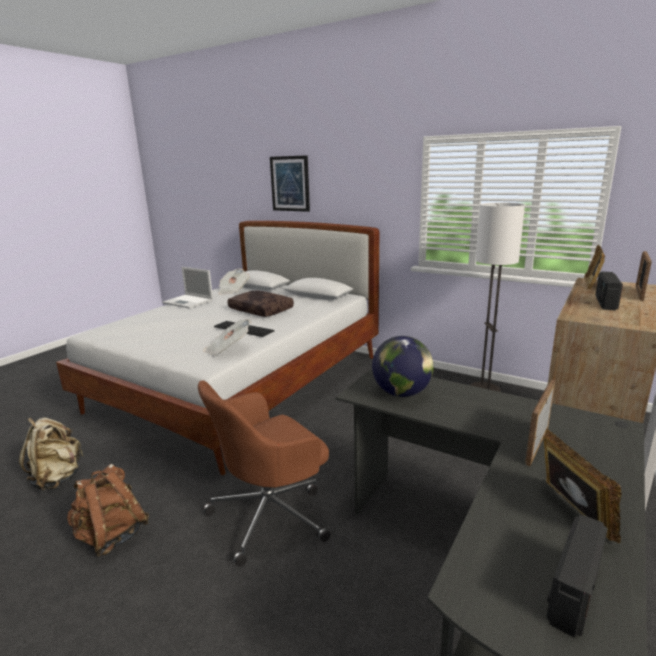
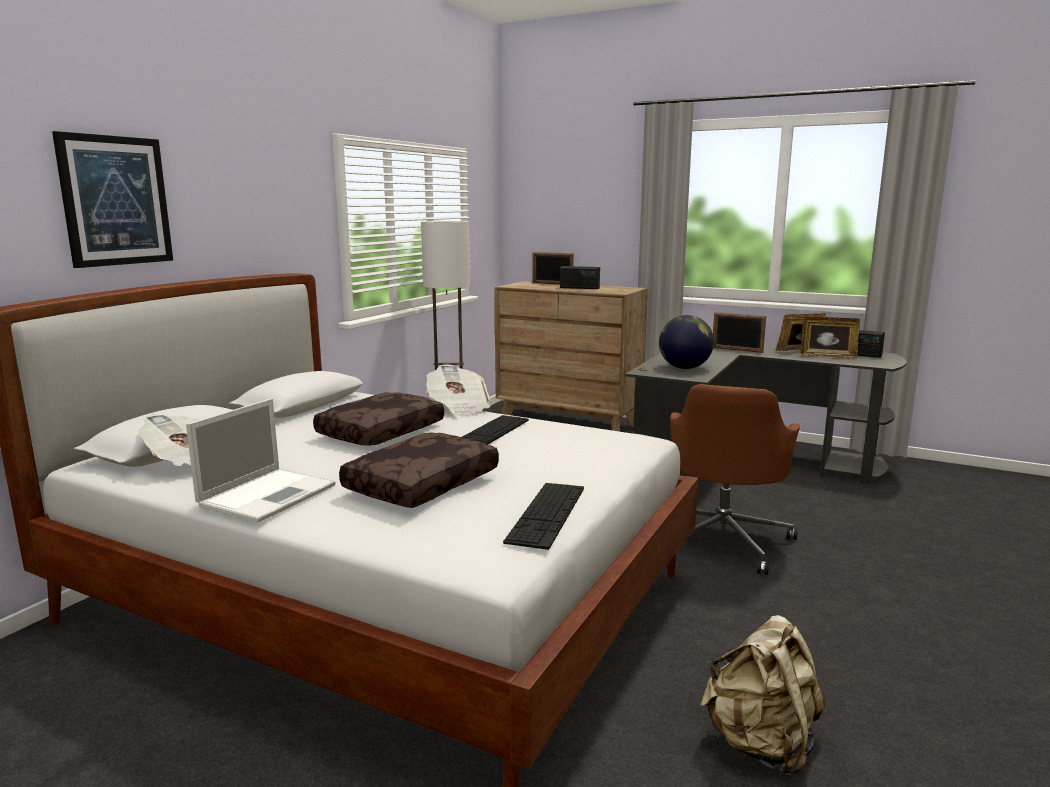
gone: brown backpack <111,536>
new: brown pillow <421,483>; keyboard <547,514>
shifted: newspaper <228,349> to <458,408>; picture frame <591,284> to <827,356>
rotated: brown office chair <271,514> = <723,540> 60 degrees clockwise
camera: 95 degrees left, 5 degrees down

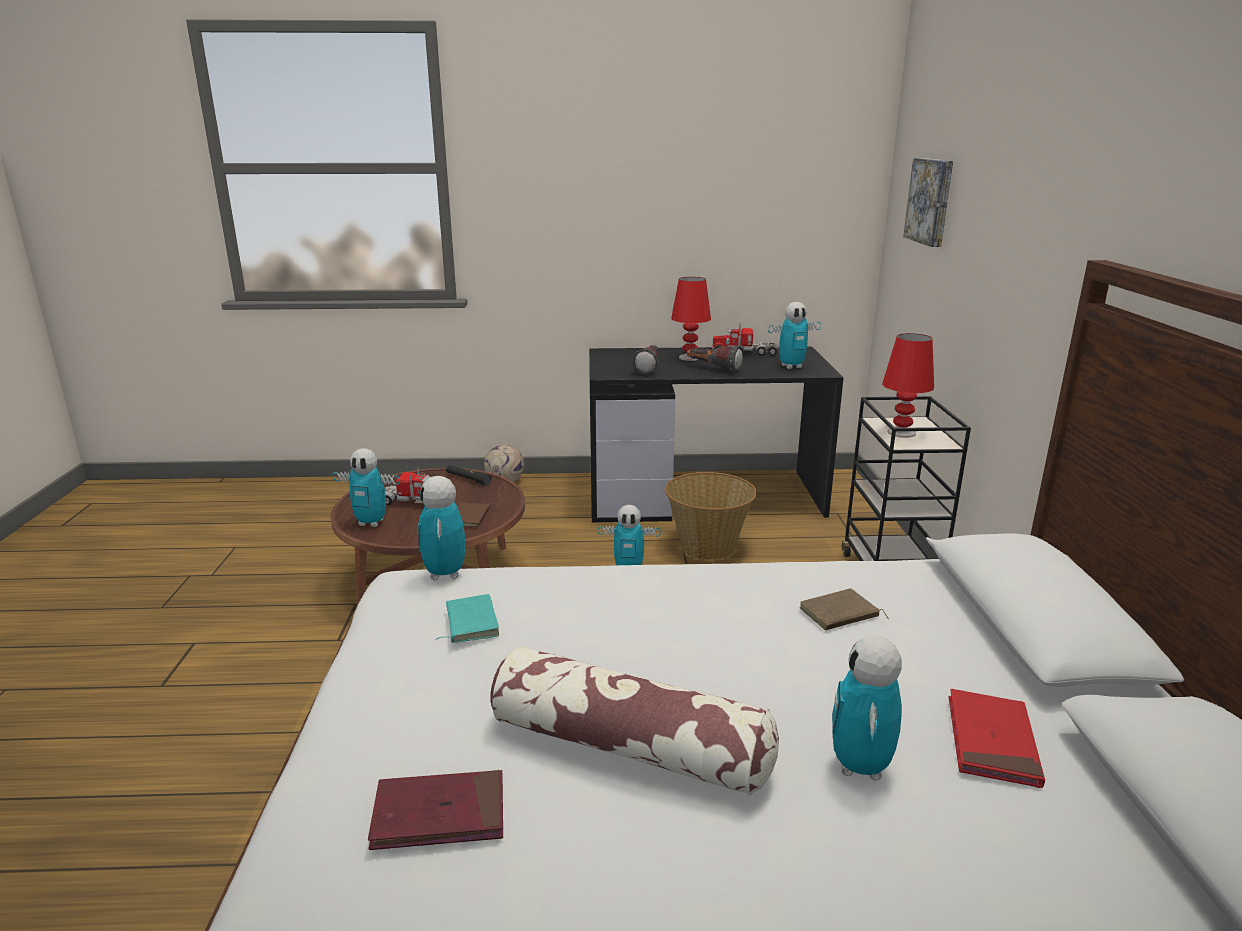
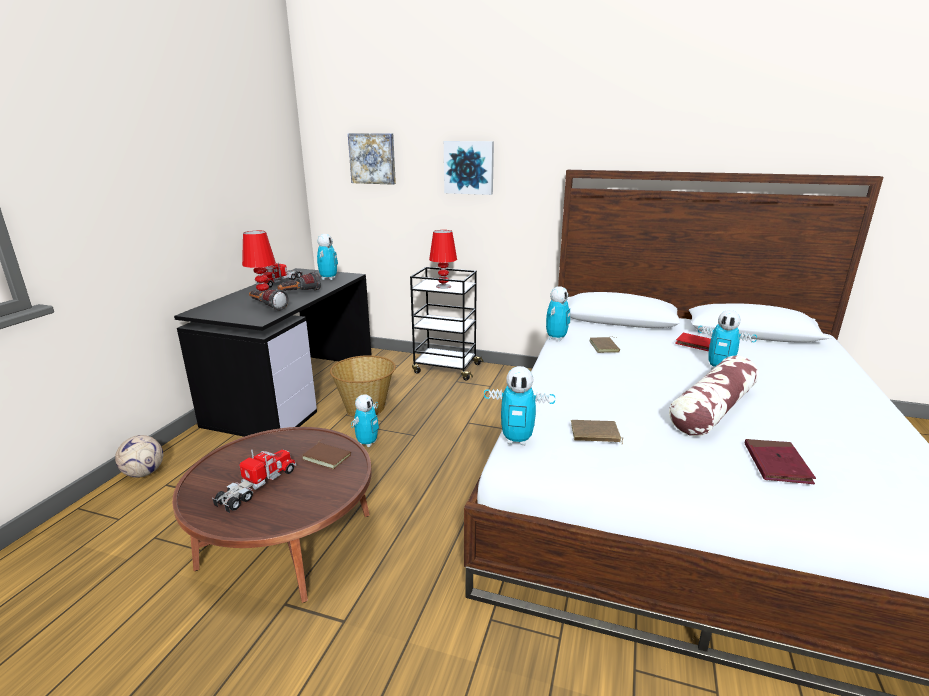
gone: black flashlight <468,479>
new: picture <469,167>
shifted: toy robot <371,523> to <556,338>
repainted: turquoise book <469,622> to brown book <595,434>
camera: 70 degrees left, 0 degrees up

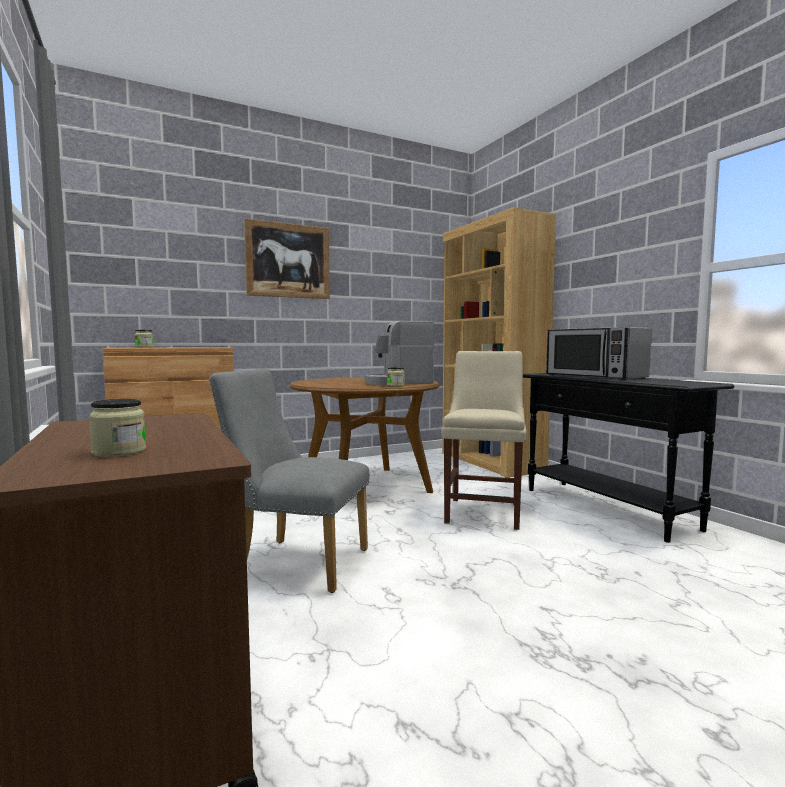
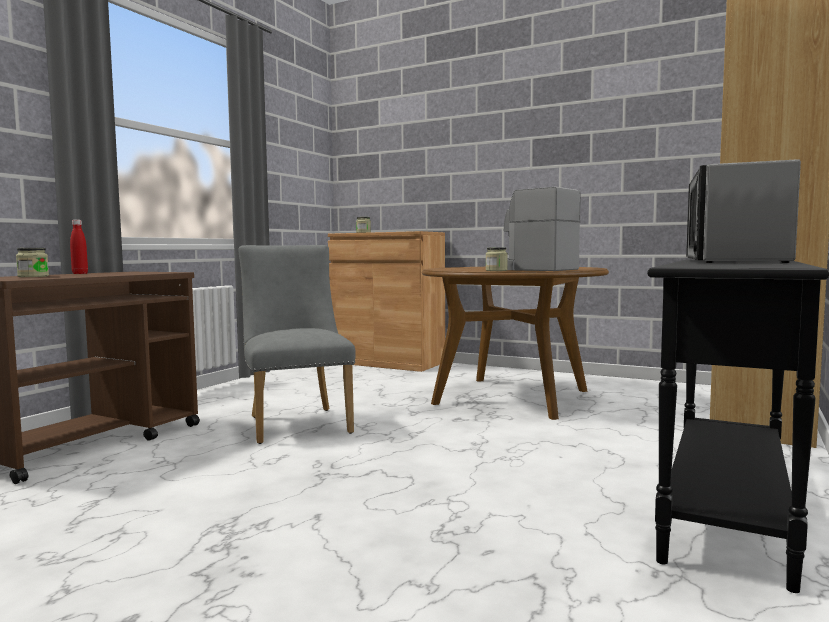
gone: picture <288,260>; beige chair <484,511>
new: red bottle <80,273>
camera: 55 degrees right, 0 degrees up

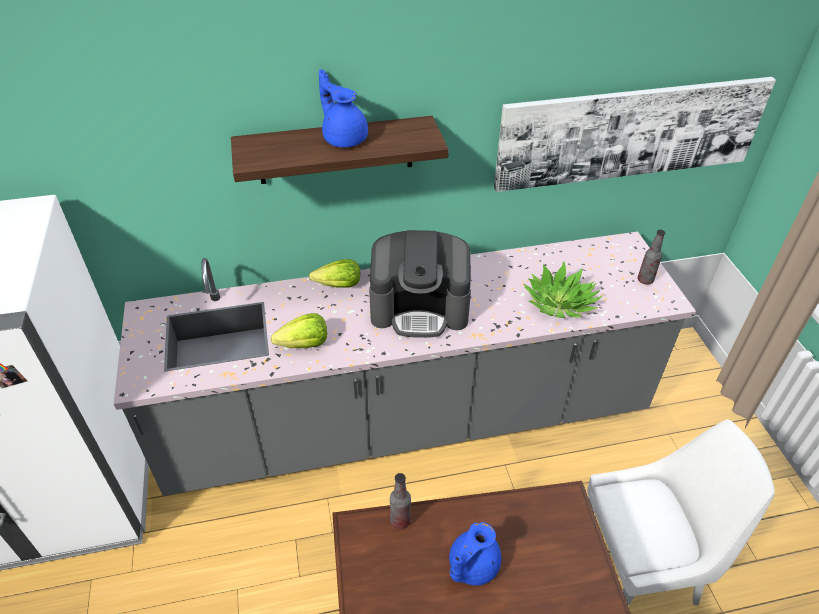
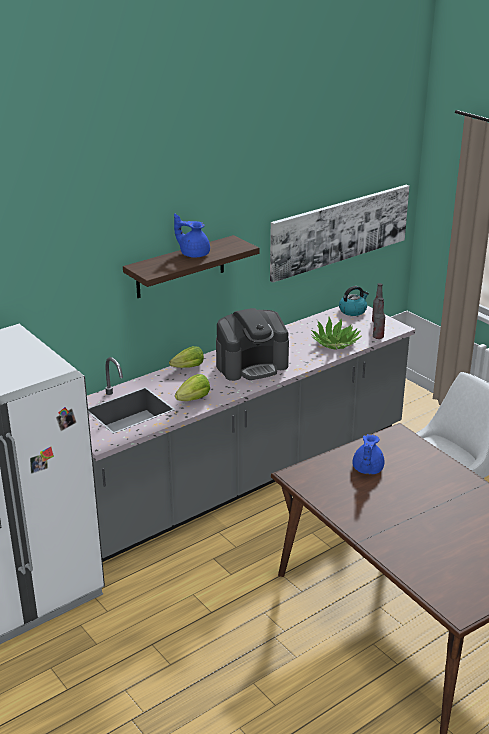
new: kettle <353,311>
shifted: bottle <400,520> to <378,337>
camera: 25 degrees left, 15 degrees down

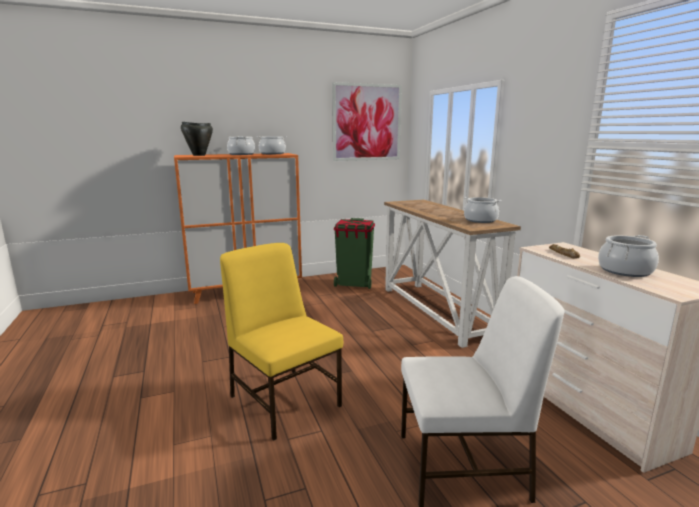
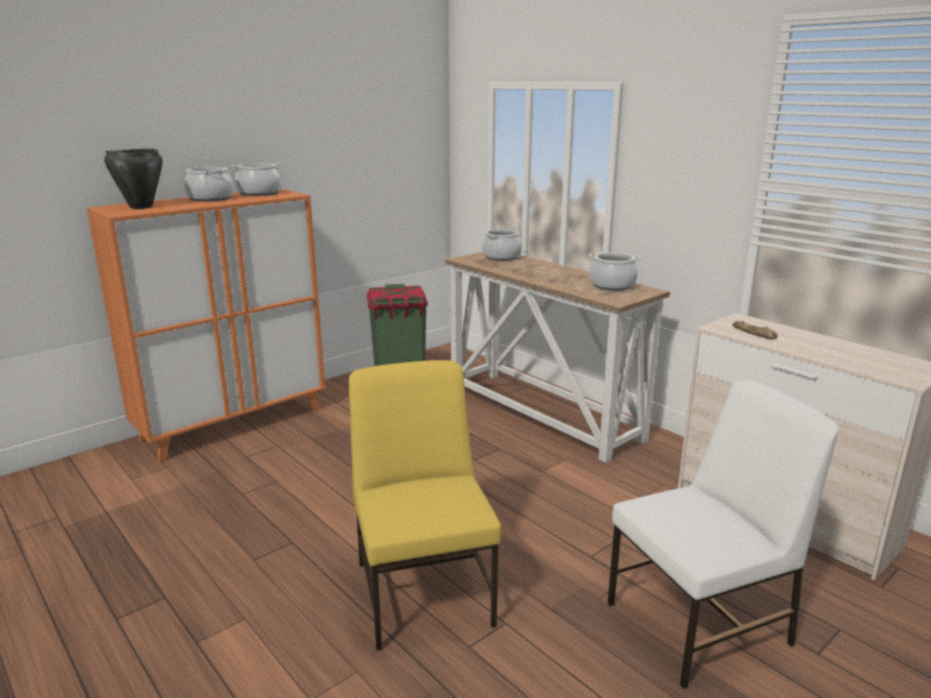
gone: picture <367,122>
shifted: cooking pot <624,270> to <501,257>
rotated: yellow chair <284,399> = <424,591> 45 degrees clockwise
camera: 20 degrees left, 5 degrees up

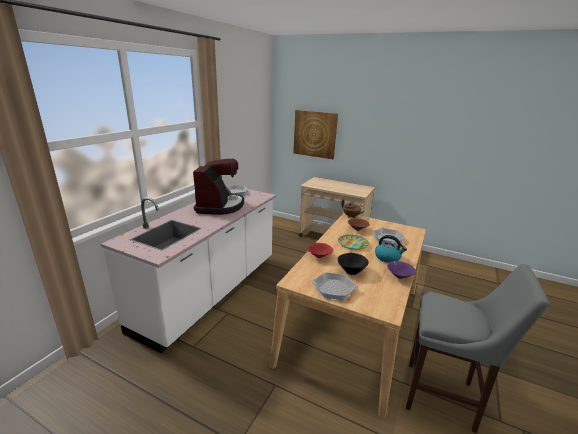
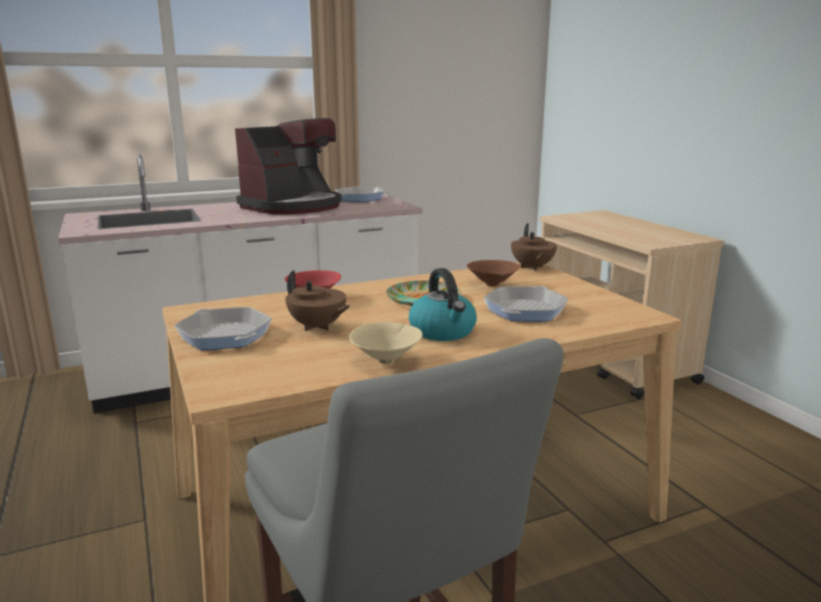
gone: picture <315,134>
swapped: black bowl <351,271> to brown teapot <317,327>
repainted: purple bowl <399,276> to beige bowl <387,359>
camera: 40 degrees right, 5 degrees down

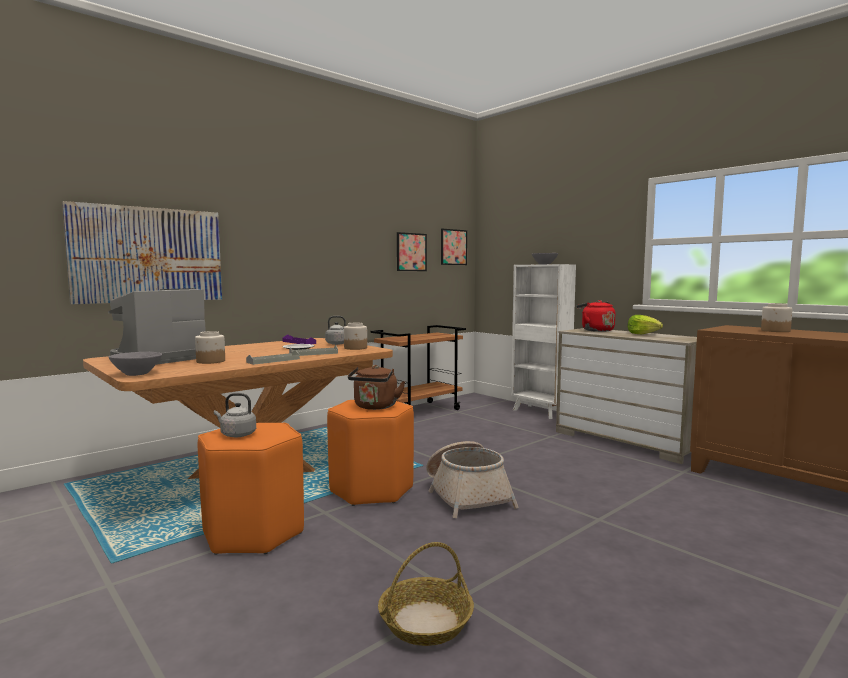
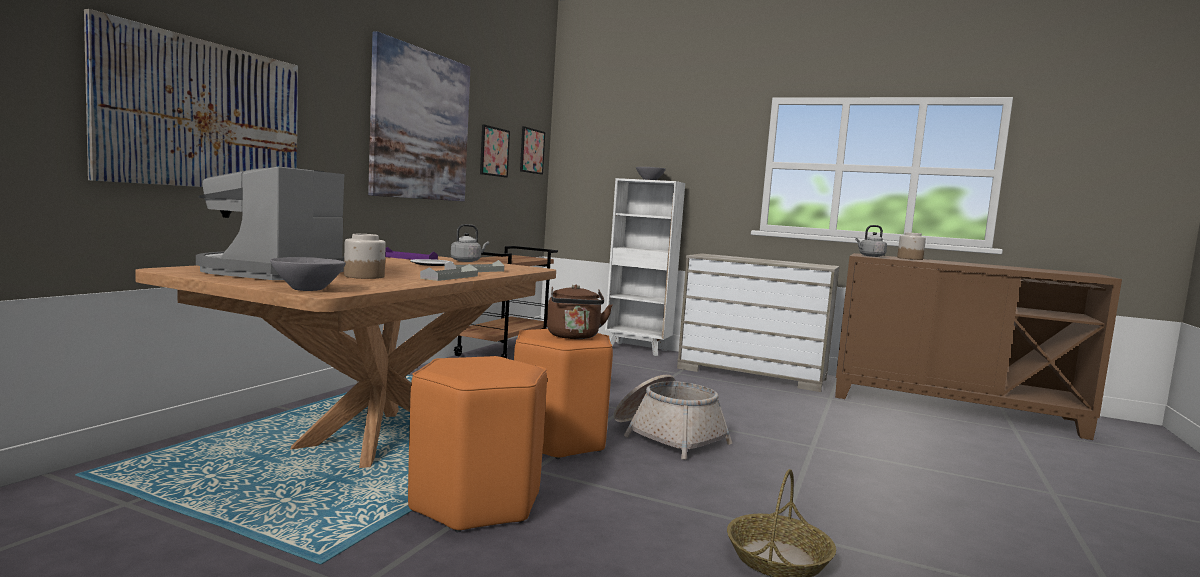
gone: jar <356,348>; red kettle <595,330>; lettuce <642,334>
new: picture <421,125>
shifted: grey kettle <236,435> to <870,256>
camera: 25 degrees left, 0 degrees up

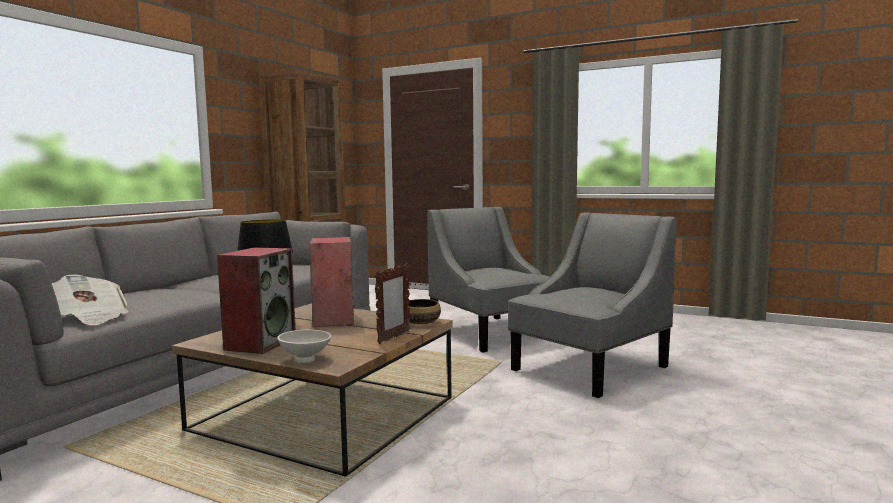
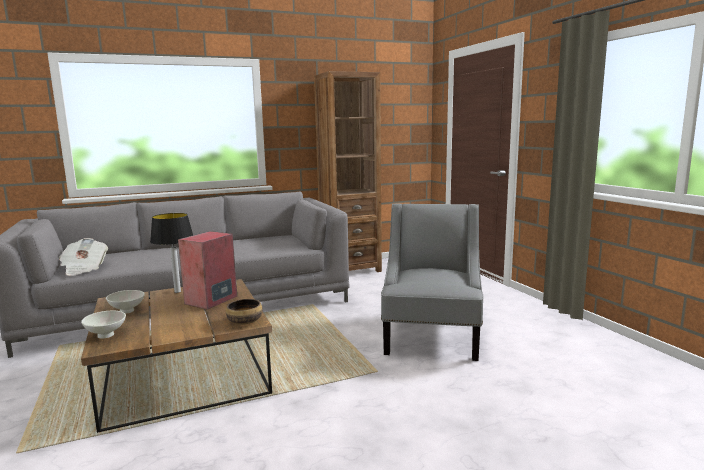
gone: picture frame <393,337>; grey armchair <590,368>
swapped: speaker <260,343> to white bowl <128,311>
camera: 40 degrees right, 5 degrees up

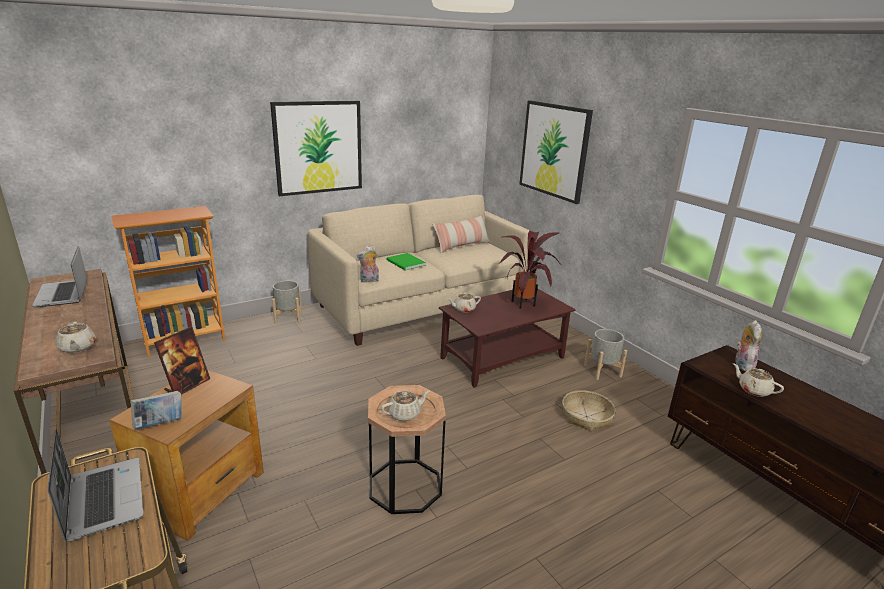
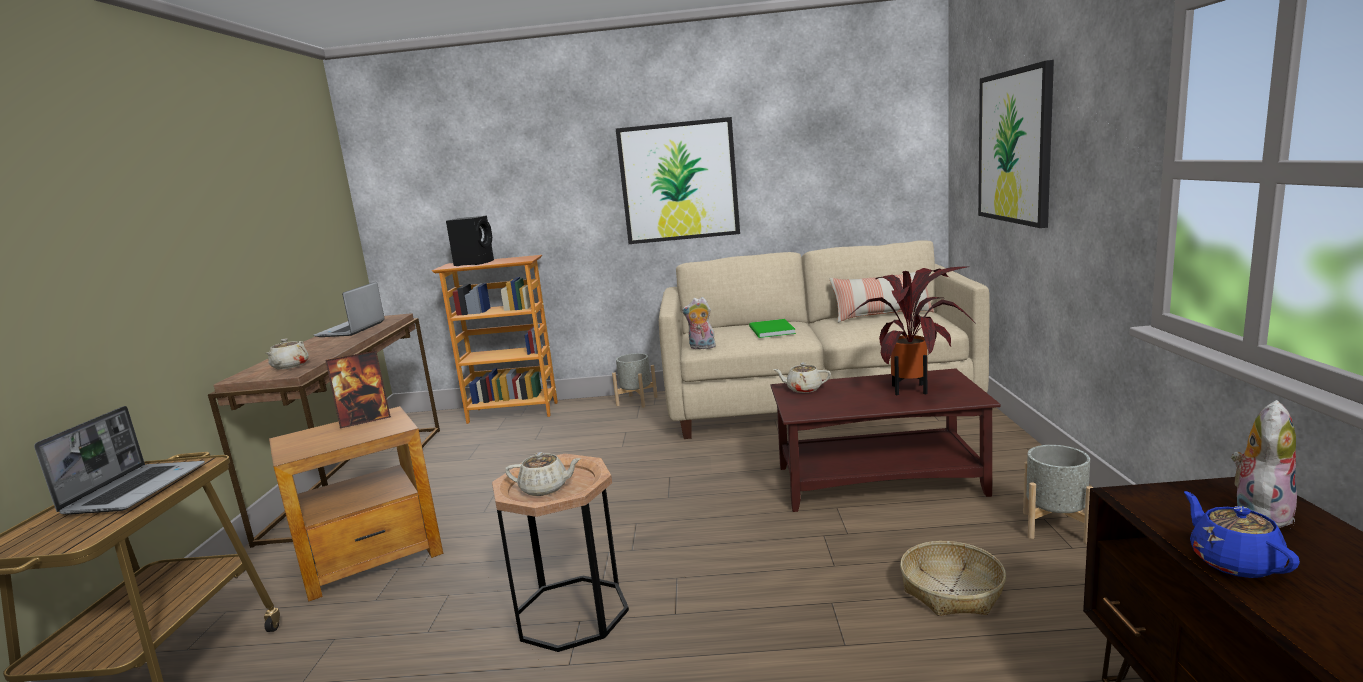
gone: book <160,424>
new: black speaker <475,263>
repainted: beige teapot <753,390> to blue teapot <1233,561>
camera: 35 degrees right, 10 degrees down

